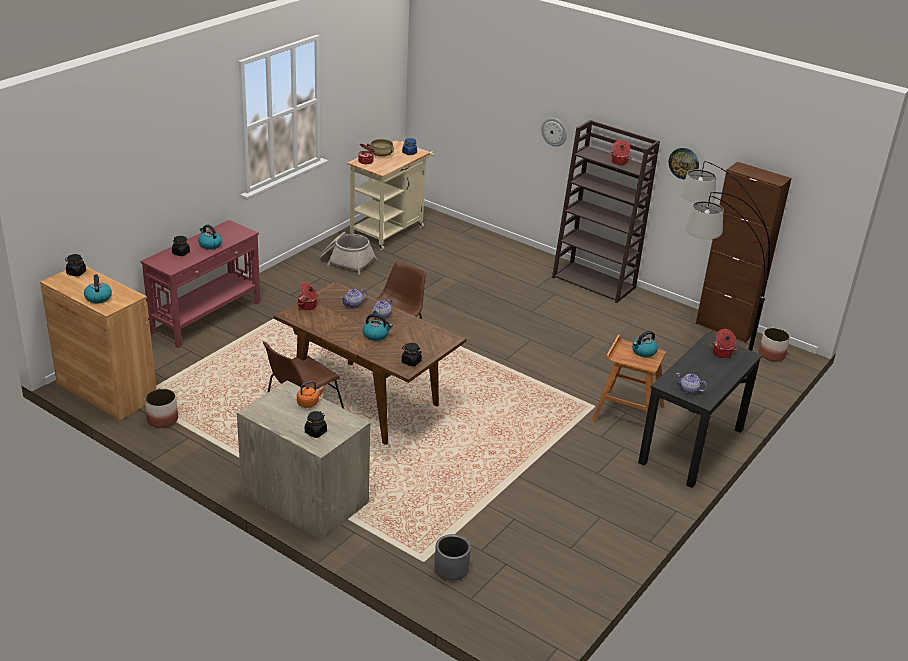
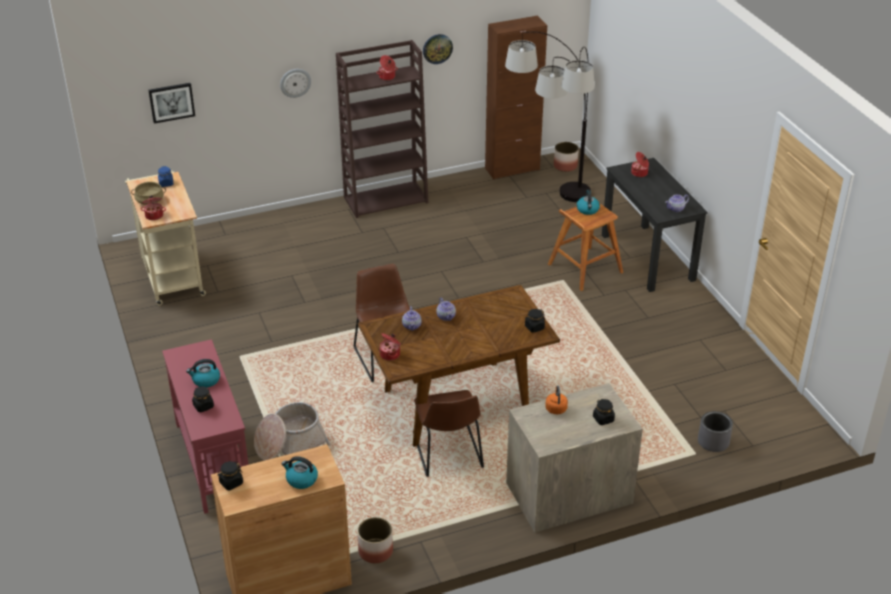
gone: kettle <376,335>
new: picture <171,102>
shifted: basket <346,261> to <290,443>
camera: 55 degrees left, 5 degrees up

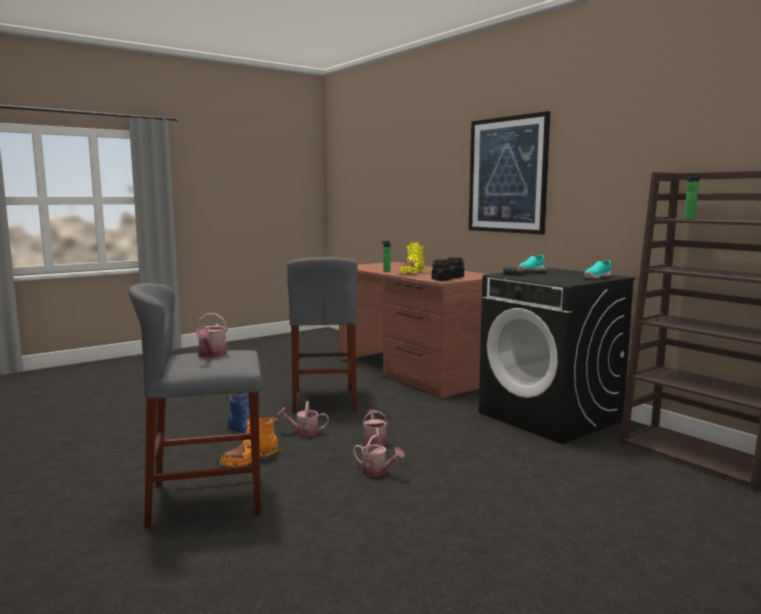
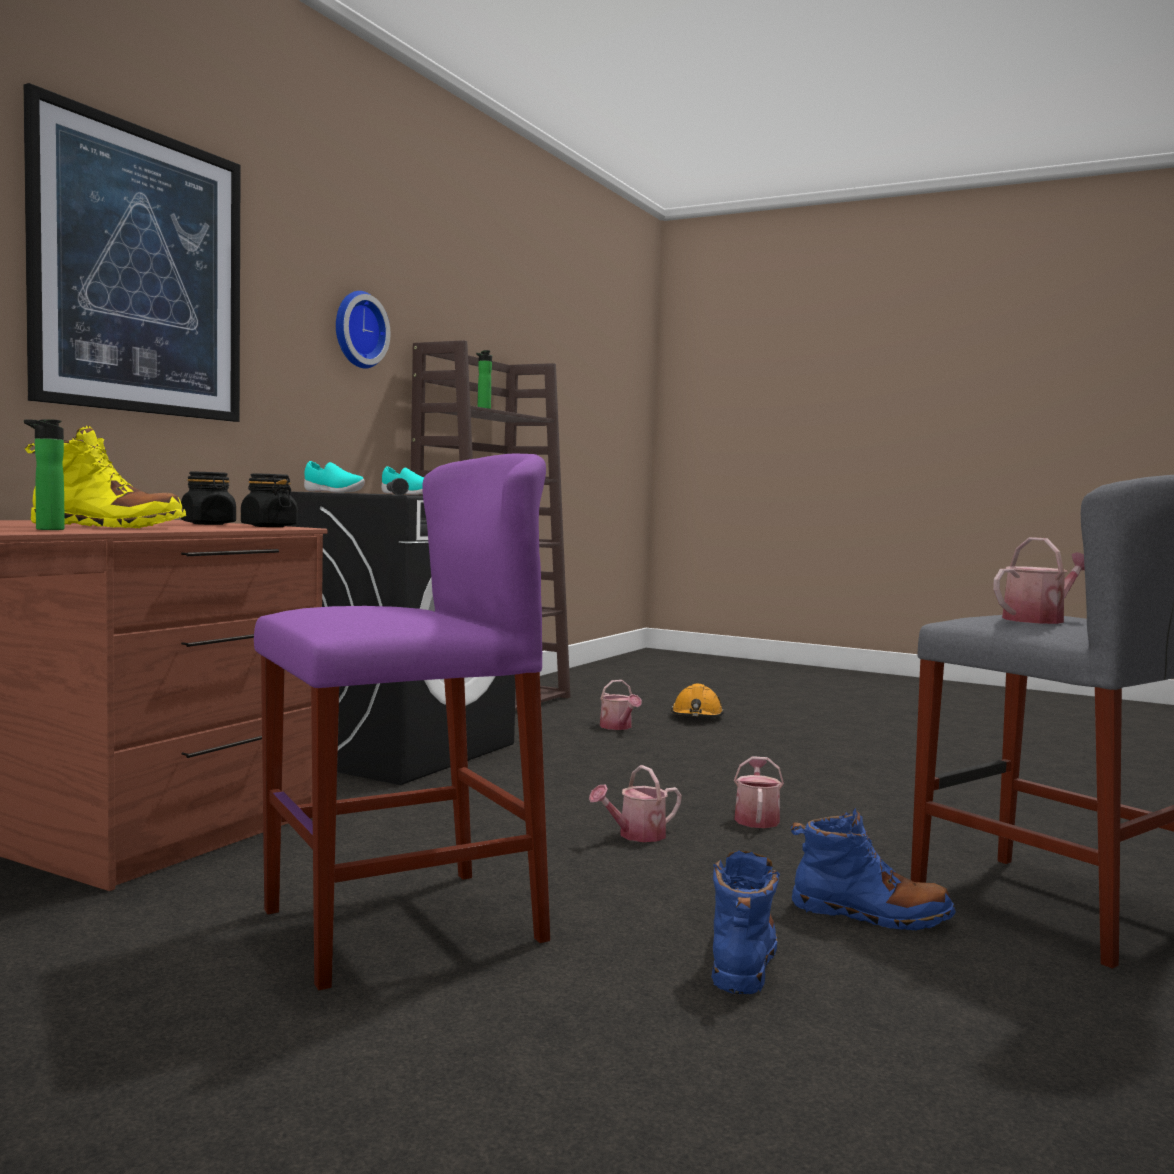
new: wall clock <357,330>; orange hard hat <697,716>
shifted: watering can <304,432> to <618,727>
repainted: grey stool <324,399> to purple stool <402,925>; orange boot <250,459> to blue boot <870,914>
camera: 115 degrees left, 5 degrees down

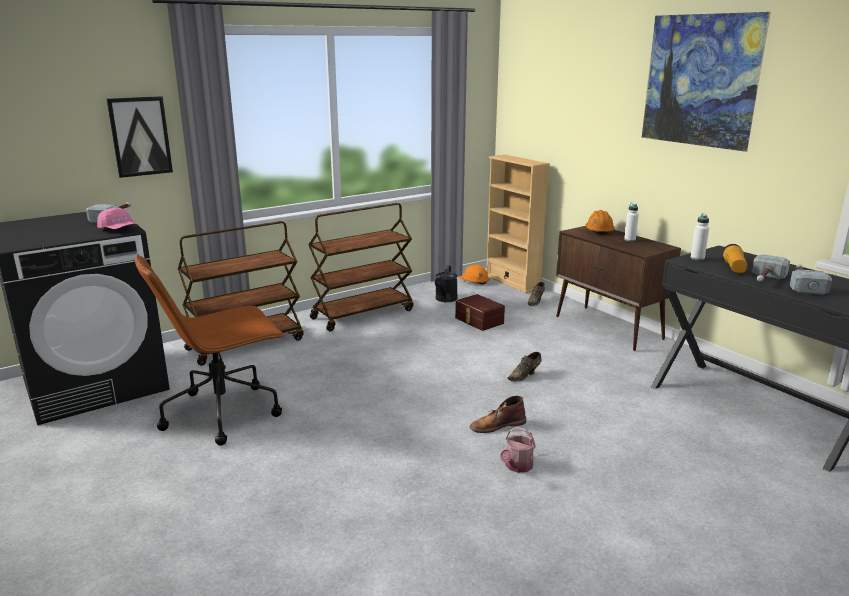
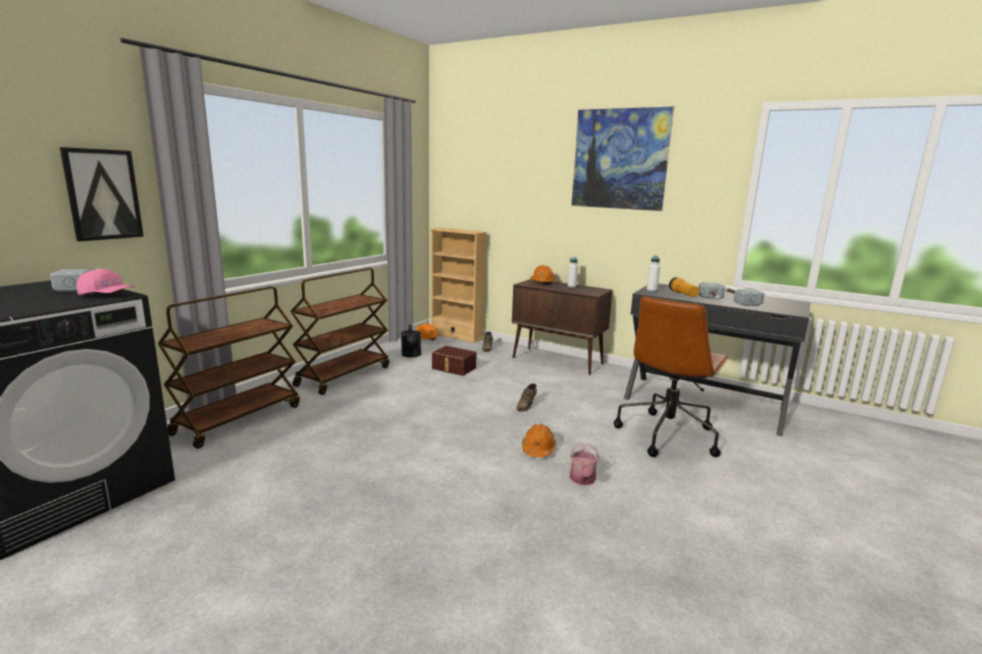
shifted: brown office chair <224,412> to <667,435>
swapped: brown boot <497,425> to orange hard hat <538,449>
camera: 25 degrees left, 5 degrees down

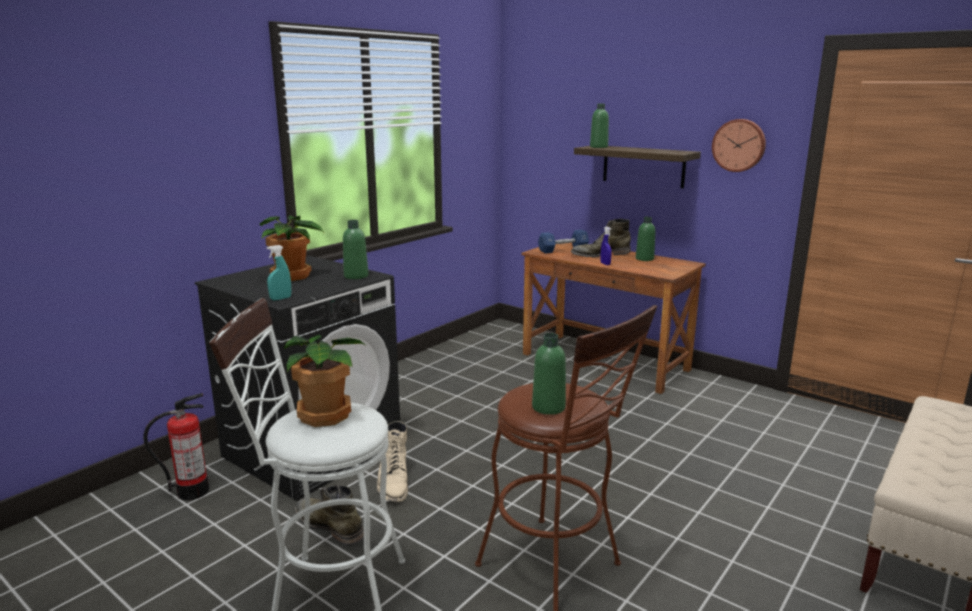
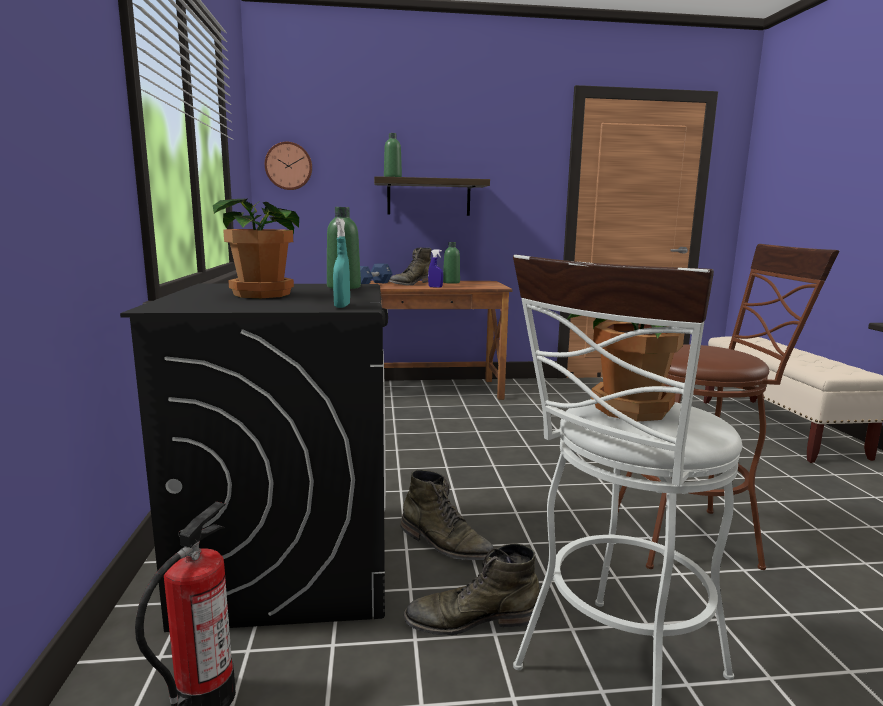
gone: green bottle <548,407>
shifted: wall clock <739,145> to <289,166>
repainted: beige boot <393,481> to green boot <445,544>
camera: 45 degrees left, 5 degrees down

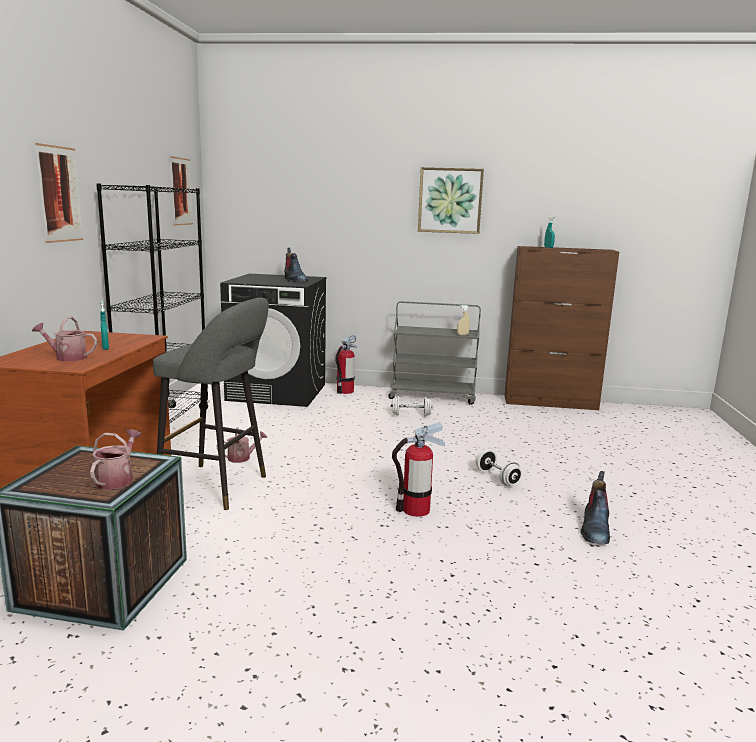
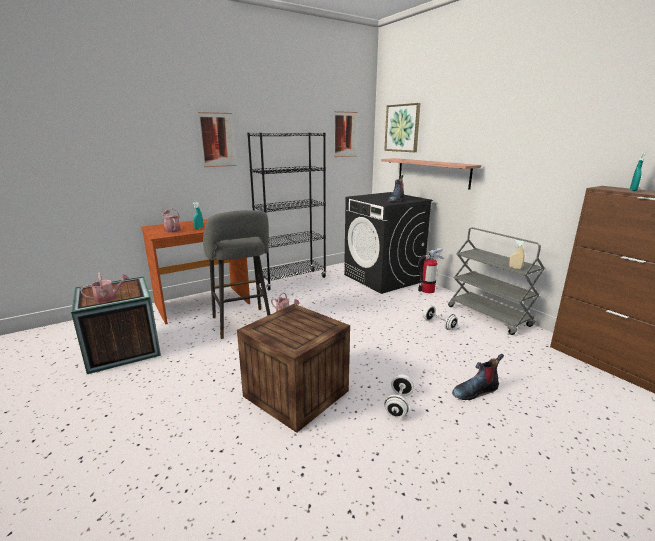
new: shelf <432,172>
shifted: picture <450,200> to <402,128>; boot <595,529> to <475,391>
swapped: fire extinguisher <415,510> to crate <296,393>
camera: 50 degrees right, 5 degrees up

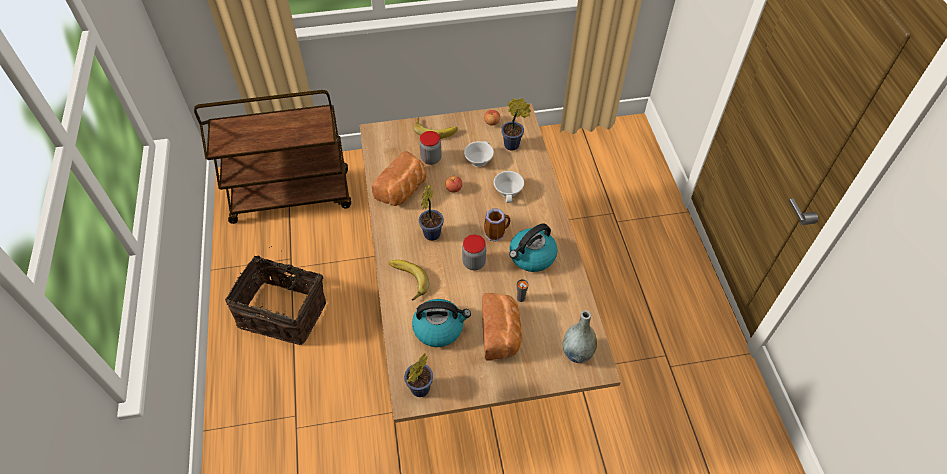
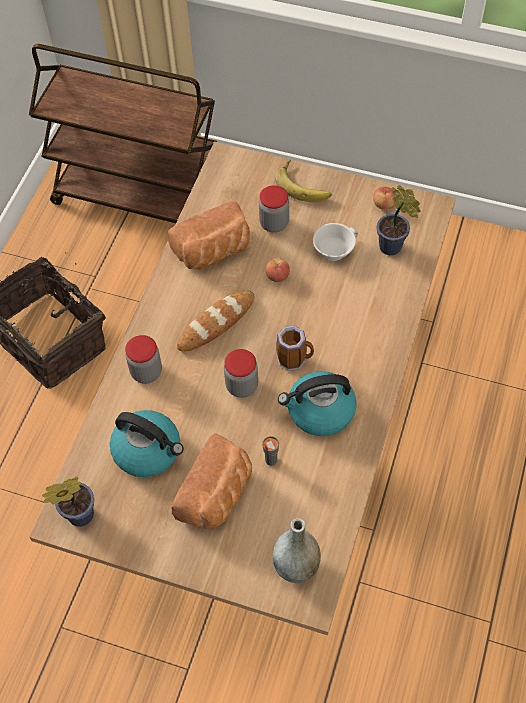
gone: white cup <509,191>
swapped: banana <406,281> to jar <146,372>; potted plant <433,232> to bread <216,323>
camera: 30 degrees right, 5 degrees up

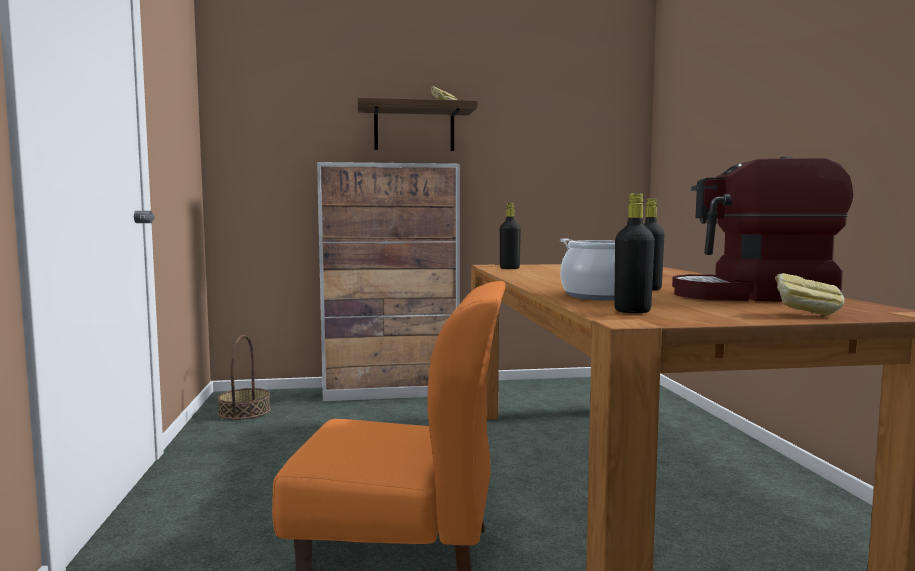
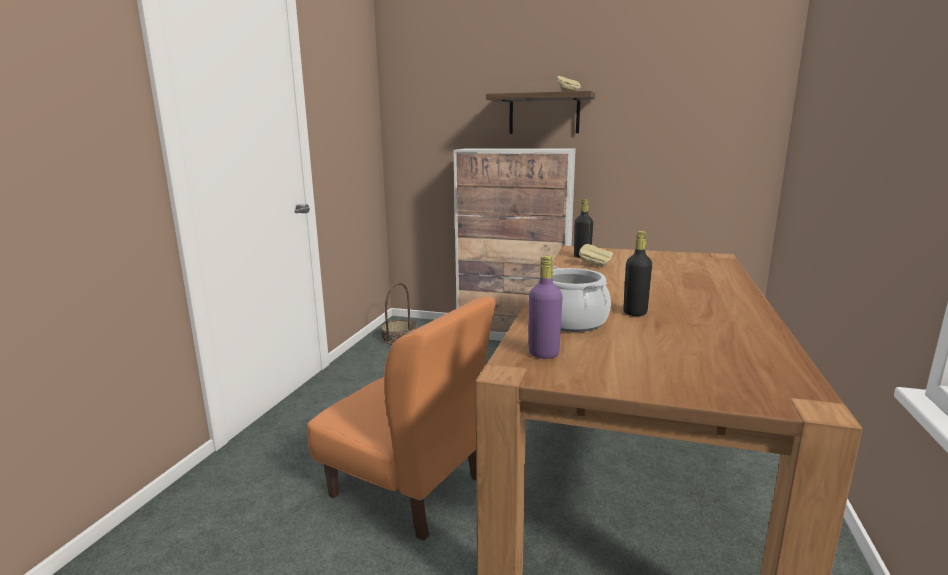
gone: coffee machine <753,296>
shifted: bread <806,314> to <595,266>
repainted: black bottle <632,311> to purple bottle <544,354>
camera: 25 degrees right, 10 degrees up

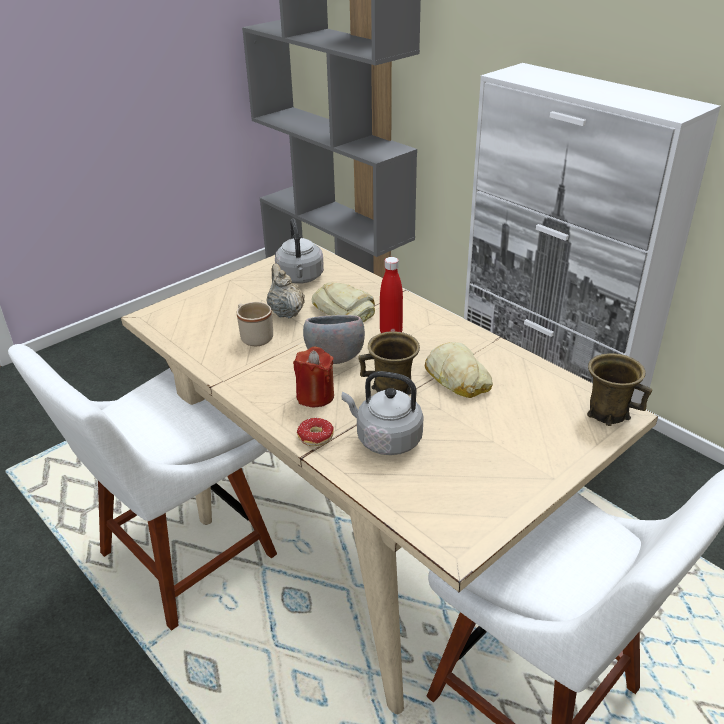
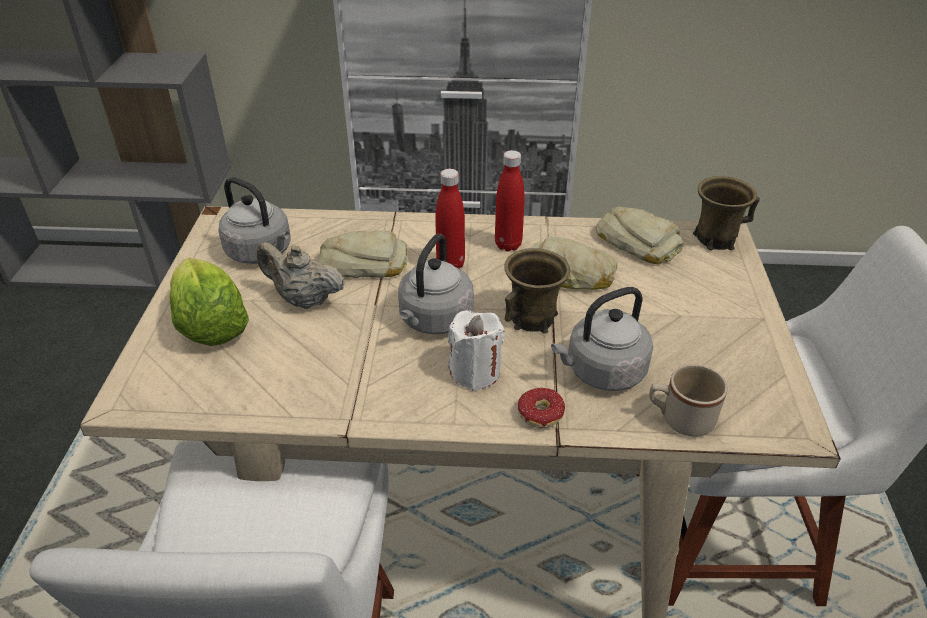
new: lettuce <210,325>; red bottle <508,245>; bread <638,242>
shifted: beige mug <254,336> to <679,419>
swapped: grey bowl <334,358> to grey kettle <434,321>
repainted: red candle <315,396> to white candle <475,372>
camera: 45 degrees left, 5 degrees up

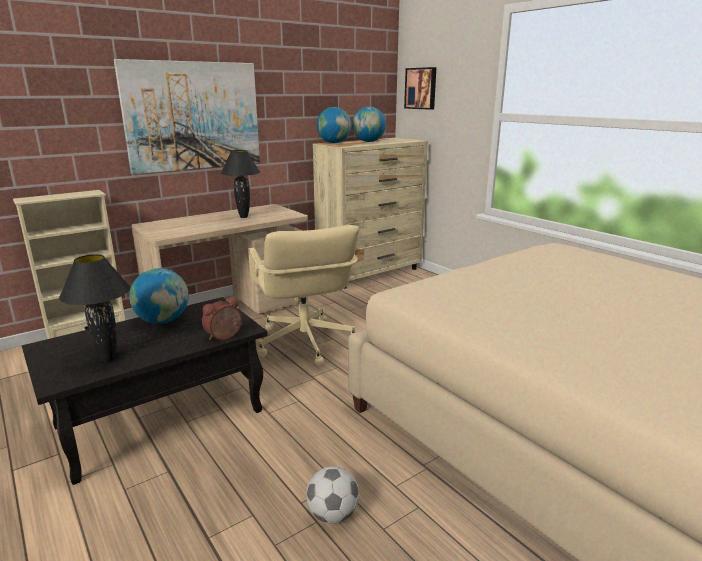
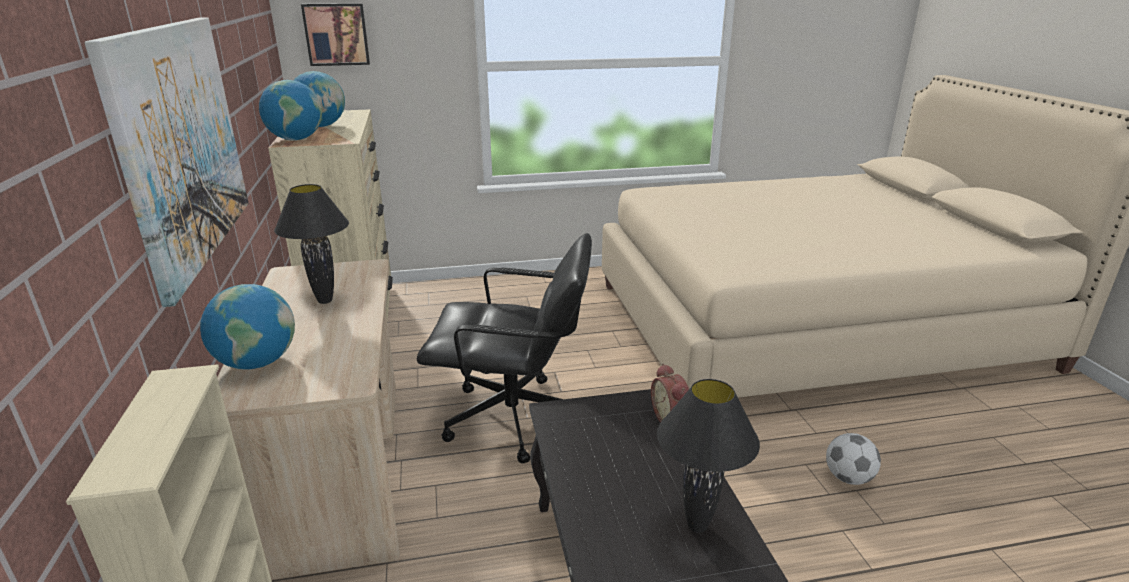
shifted: globe <163,320> to <257,362>
repainted: beige office chair <304,343> to black office chair <514,419>
camera: 65 degrees left, 5 degrees up

